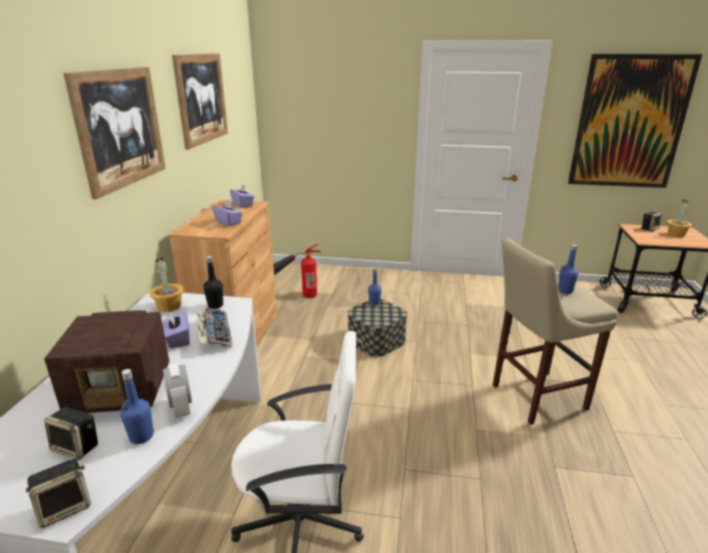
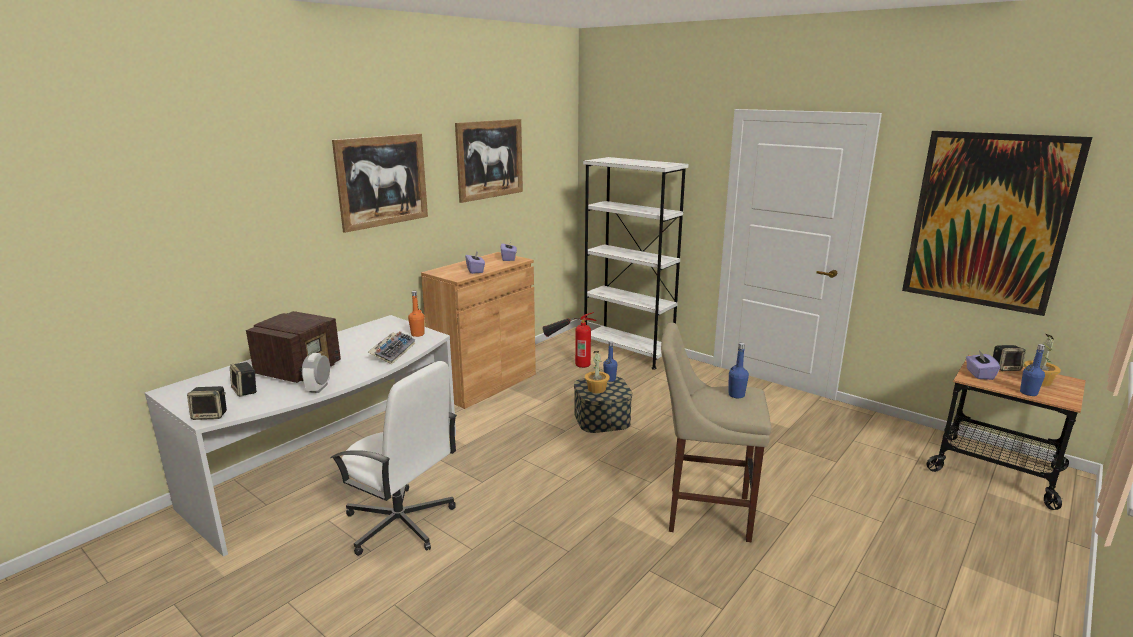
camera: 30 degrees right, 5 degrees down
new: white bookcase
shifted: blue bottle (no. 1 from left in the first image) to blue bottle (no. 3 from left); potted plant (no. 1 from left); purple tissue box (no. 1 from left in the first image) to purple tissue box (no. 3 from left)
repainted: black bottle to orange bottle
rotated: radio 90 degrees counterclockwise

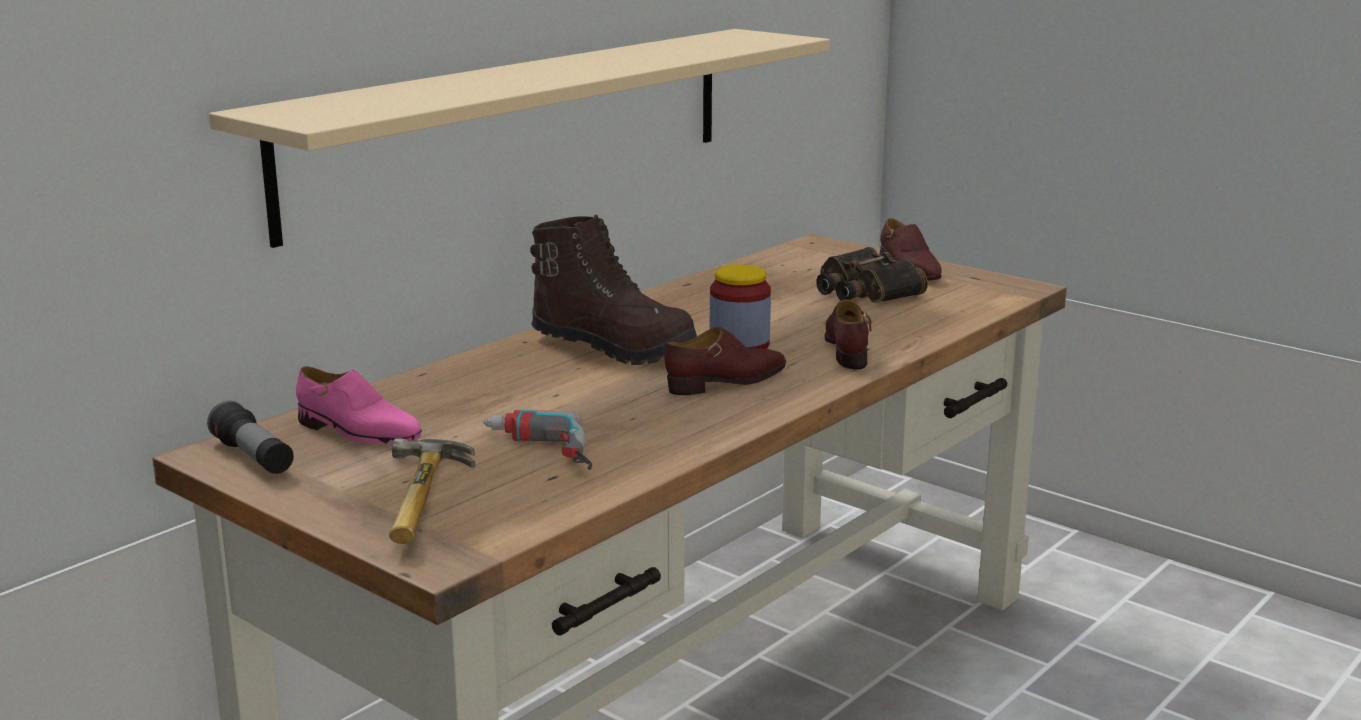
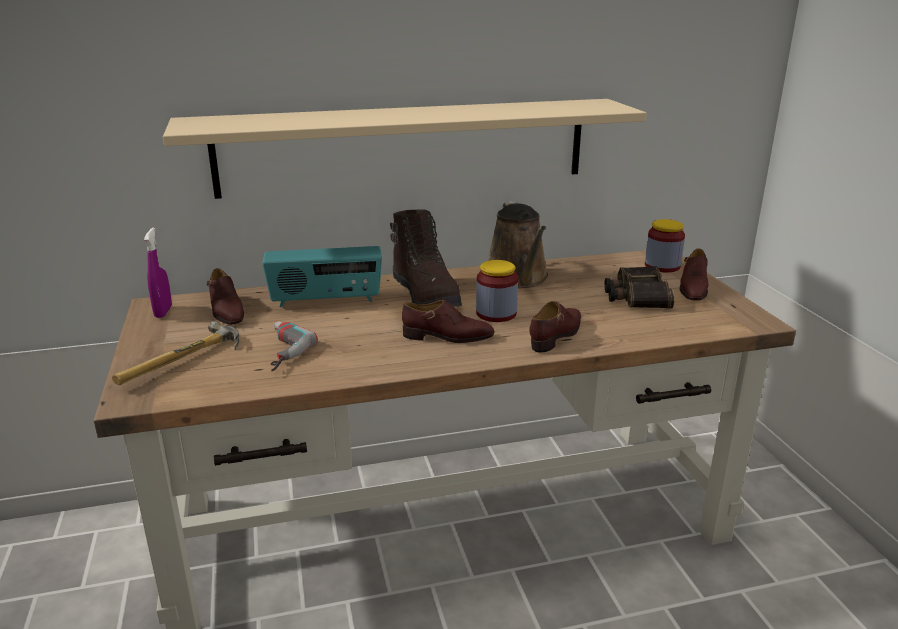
camera: 35 degrees right, 5 degrees up
new: radio; brown watering can; jar (no. 2 from left)
swapped: flashlight to purple spray bottle
repainted: pink shoe to brown shoe (no. 1 from left)

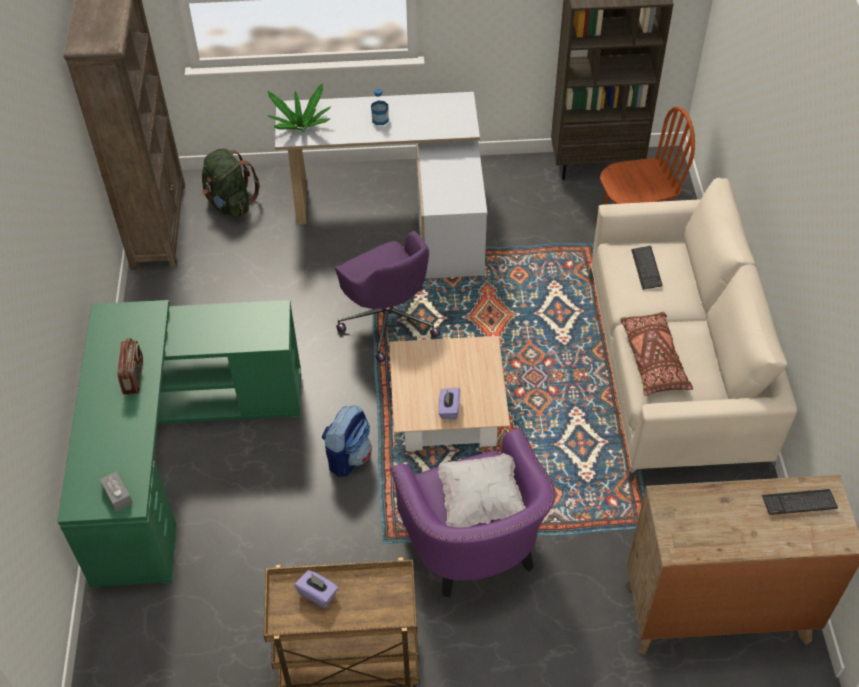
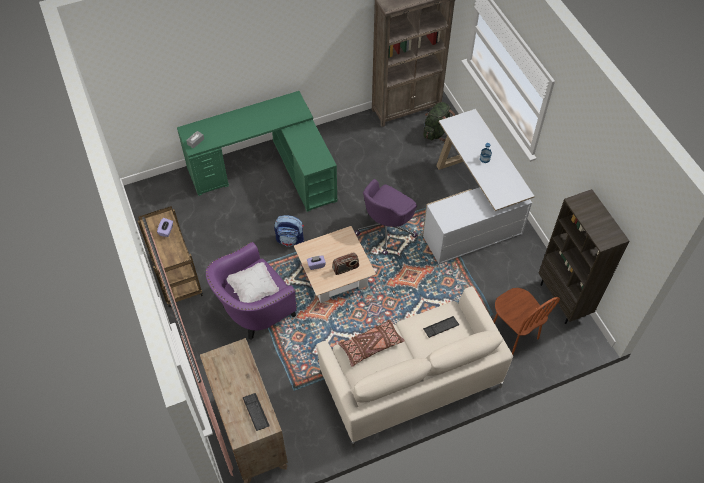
camera: 70 degrees right, 5 degrees up
gone: potted plant
shifted: radio

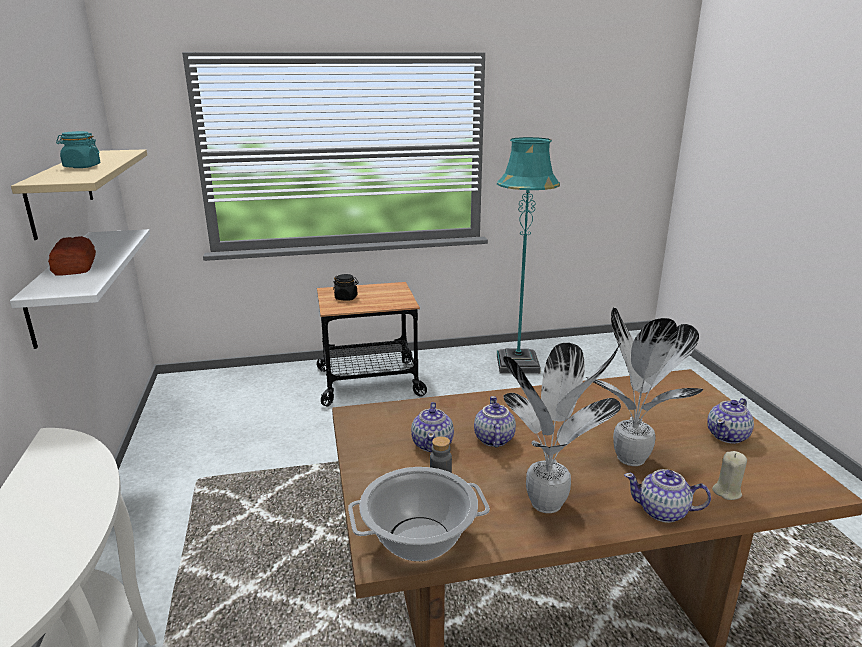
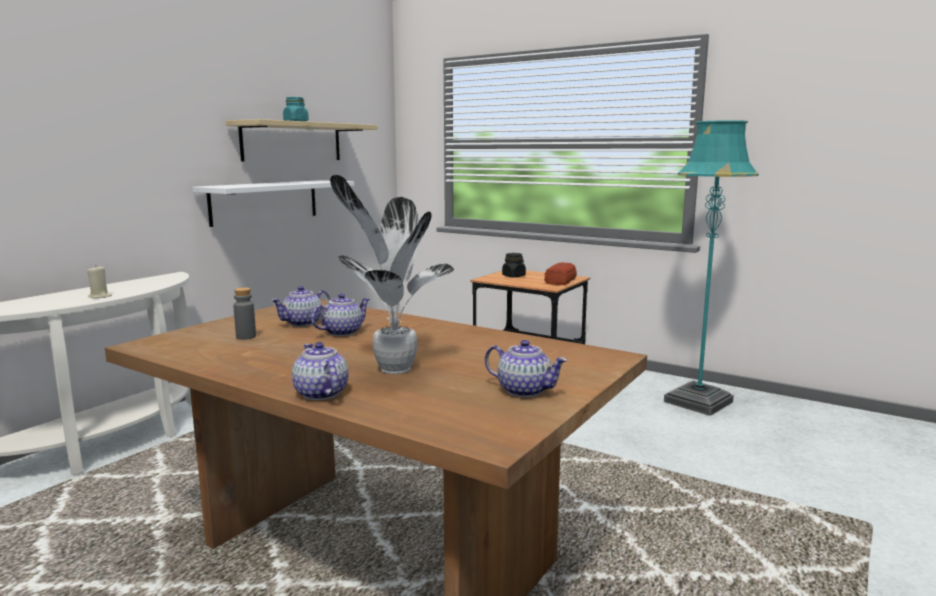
camera: 45 degrees right, 10 degrees down
gone: cooking pot; potted plant (no. 1 from left)
shifted: bread; beige candle
rotated: teapot (no. 4 from left) 150 degrees counterclockwise

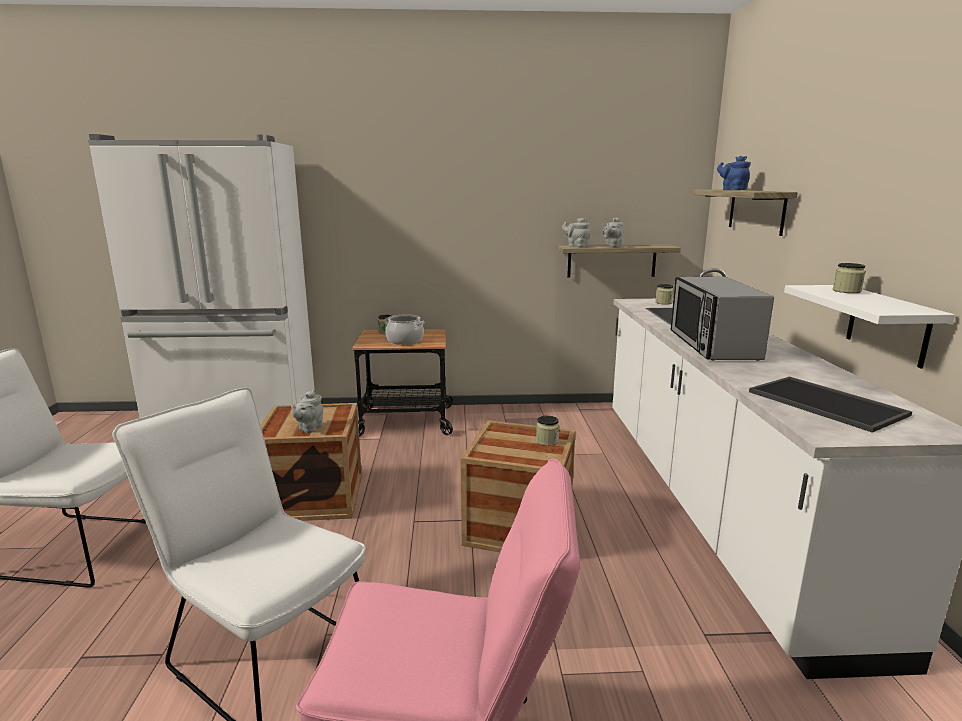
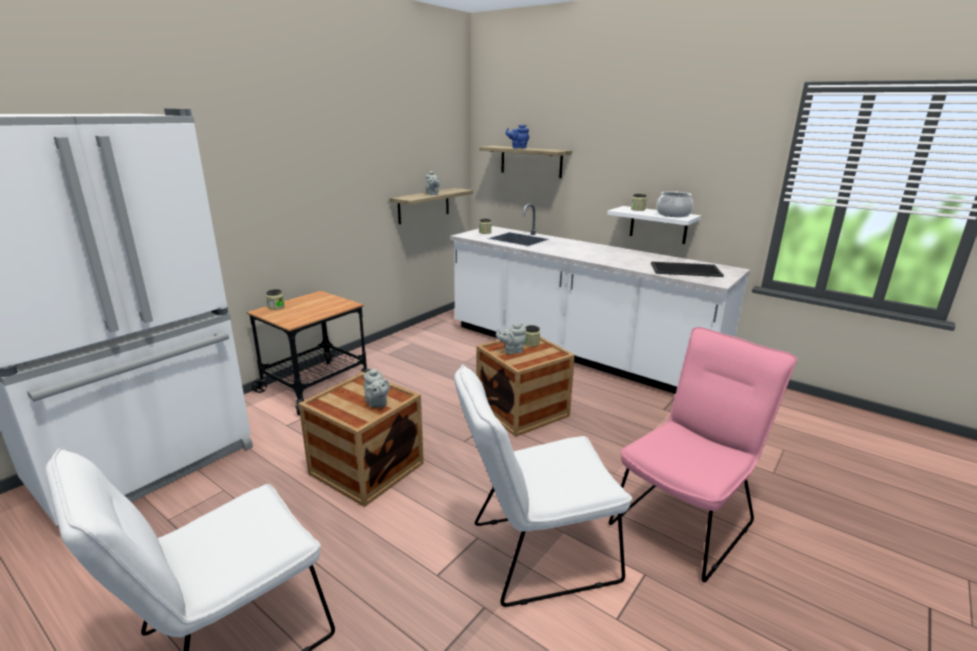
camera: 50 degrees left, 5 degrees up
gone: microwave
shifted: cooking pot; grey teapot (no. 2 from left in the first image) to grey teapot (no. 3 from left)

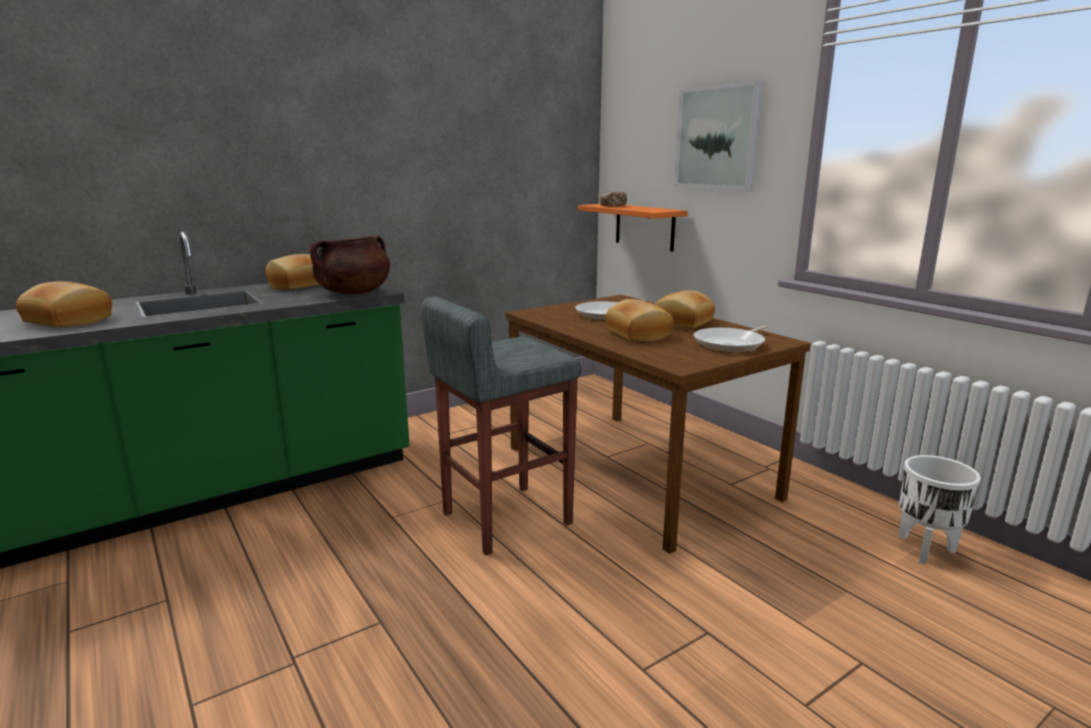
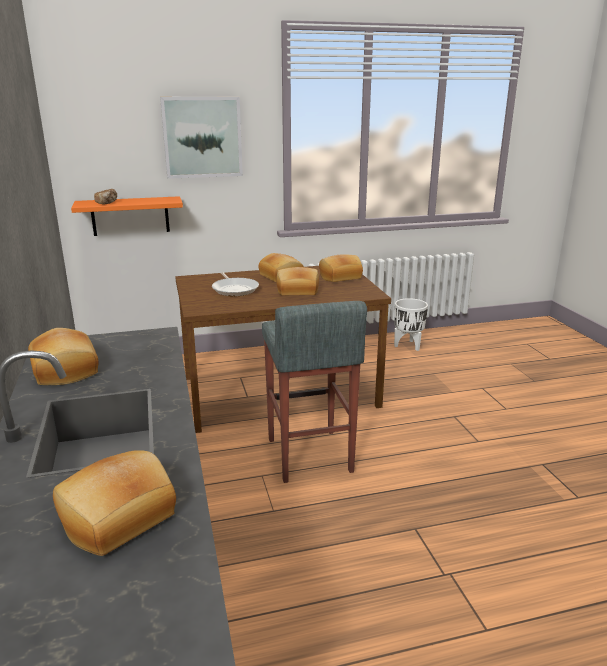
camera: 70 degrees left, 5 degrees up
gone: brown cooking pot
swapped: frying pan (no. 2 from left) to bread (no. 6 from left)

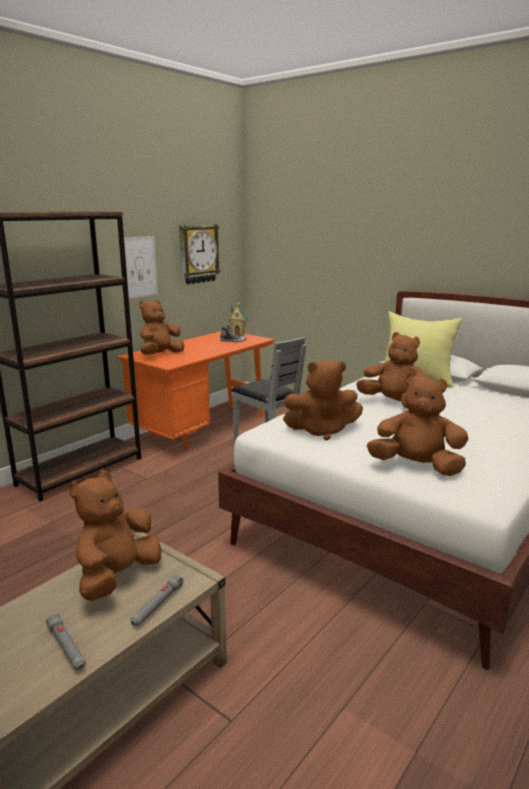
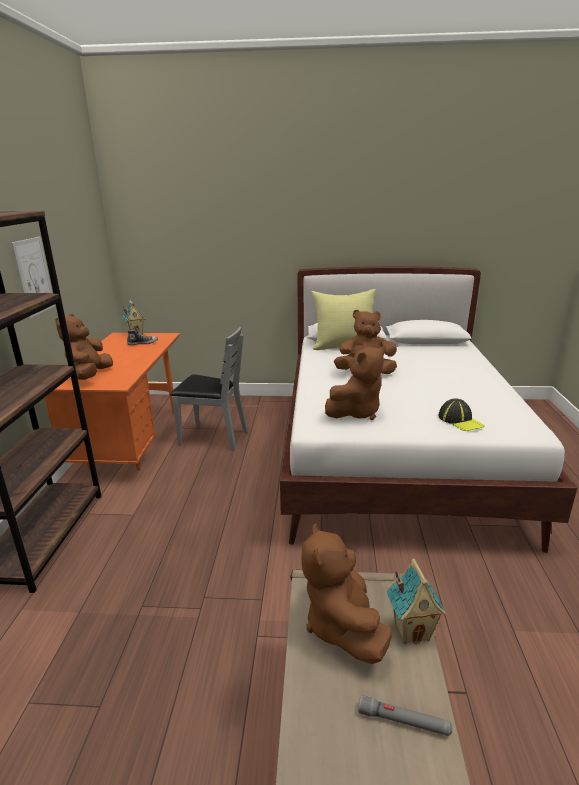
camera: 35 degrees left, 5 degrees up
gone: wall clock
swapped: grey flashlight (no. 2 from left) to toy house (no. 2 from left); brown plush toy (no. 5 from left) to cap

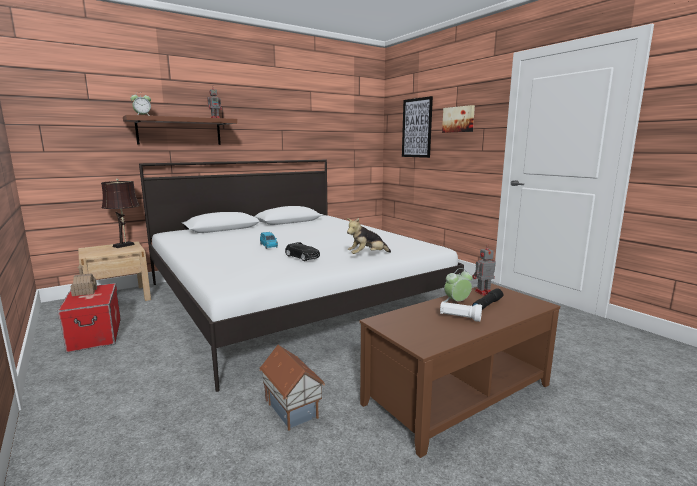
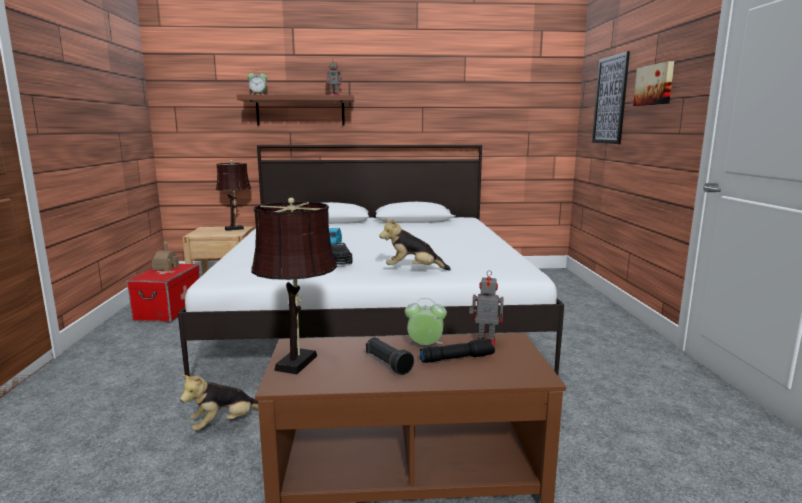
camera: 30 degrees right, 0 degrees up
new: brown table lamp (no. 2 from left)
swapped: toy house (no. 2 from left) to plush toy (no. 1 from left)
repainted: white flashlight to black flashlight (no. 1 from left)

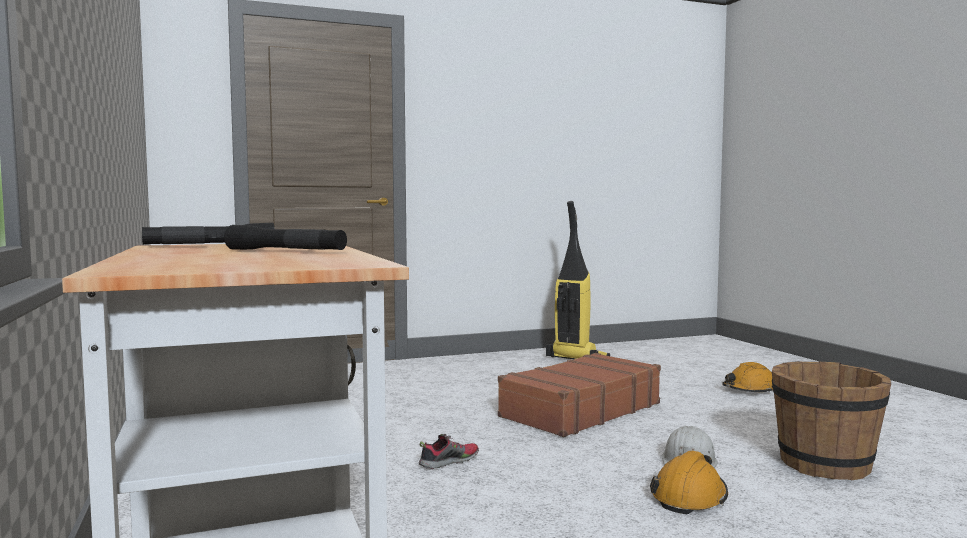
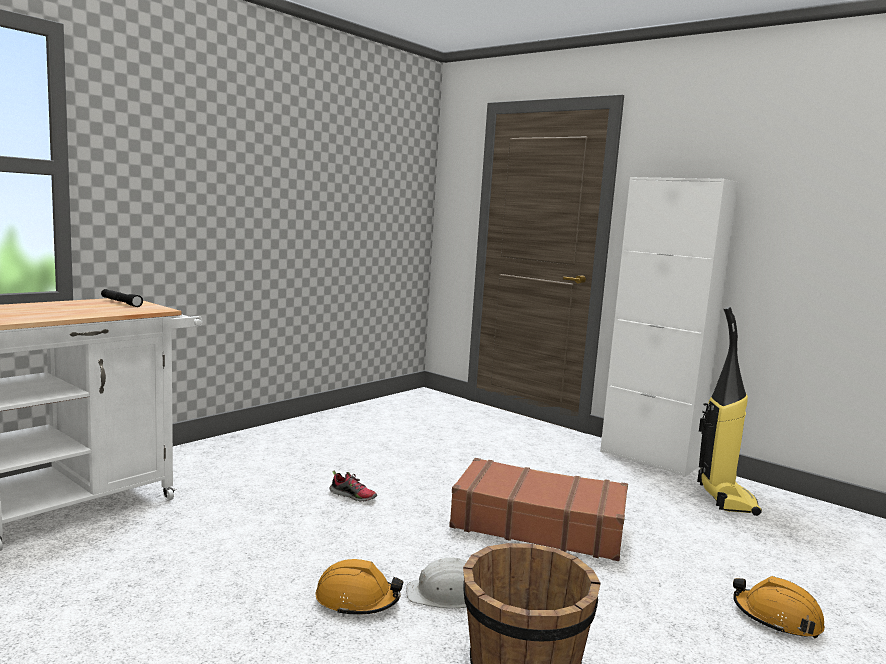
camera: 60 degrees right, 5 degrees up
gone: black flashlight (no. 2 from left)
new: white cabinet

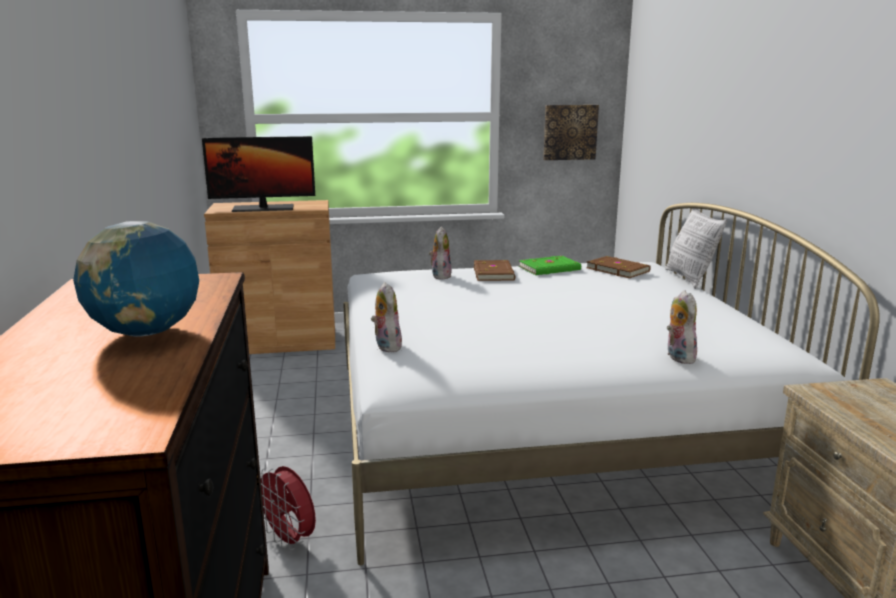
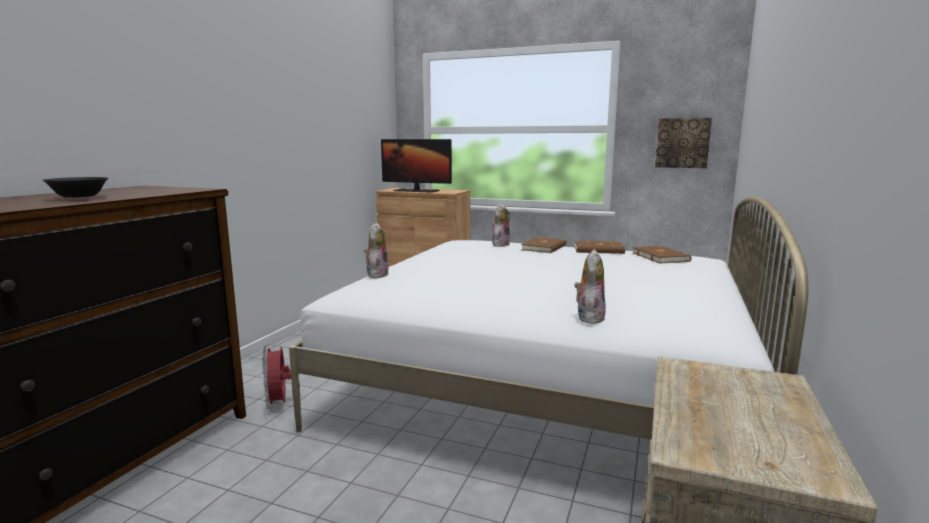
camera: 30 degrees right, 5 degrees down
gone: pillow
swapped: globe to black bowl
repainted: green book to brown book (no. 2 from left)

